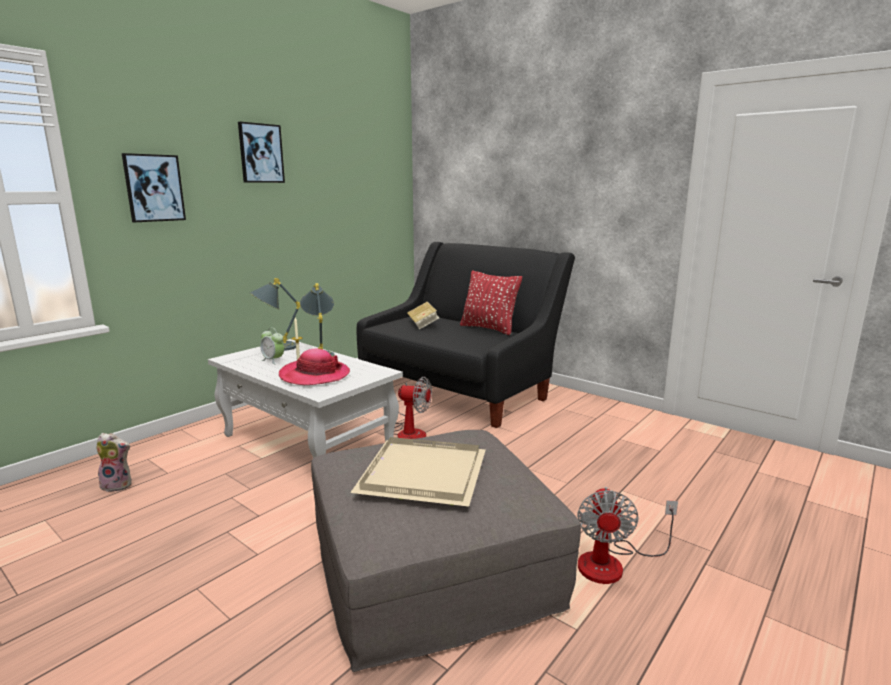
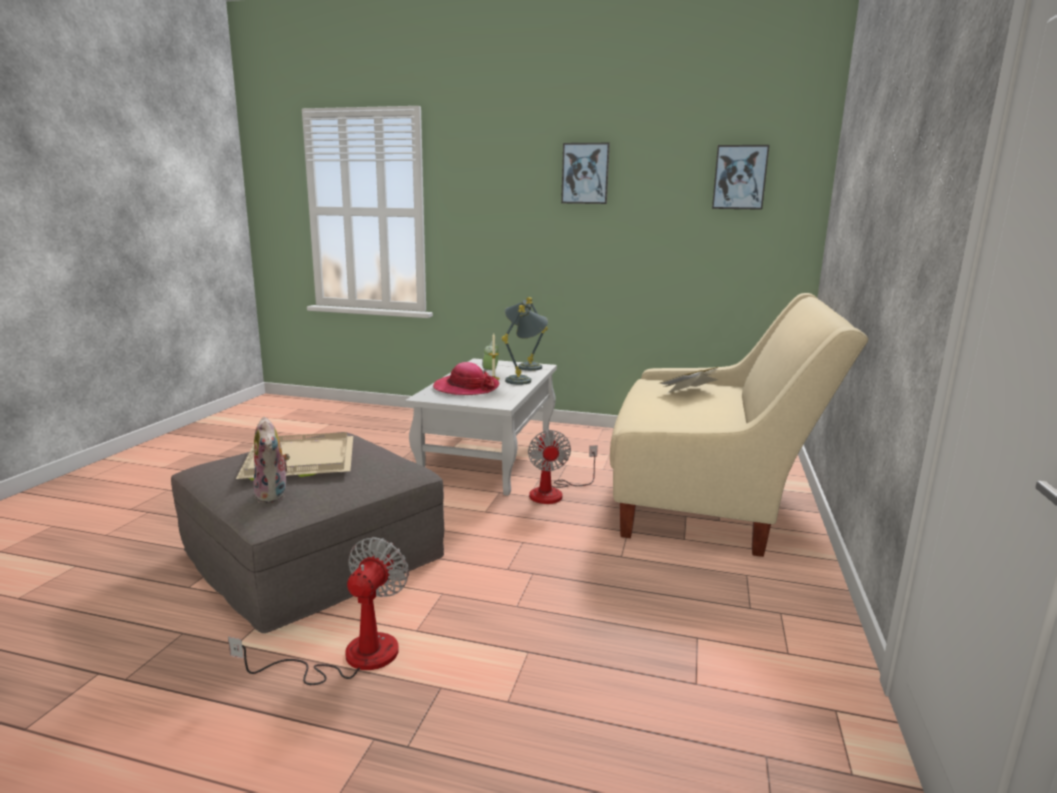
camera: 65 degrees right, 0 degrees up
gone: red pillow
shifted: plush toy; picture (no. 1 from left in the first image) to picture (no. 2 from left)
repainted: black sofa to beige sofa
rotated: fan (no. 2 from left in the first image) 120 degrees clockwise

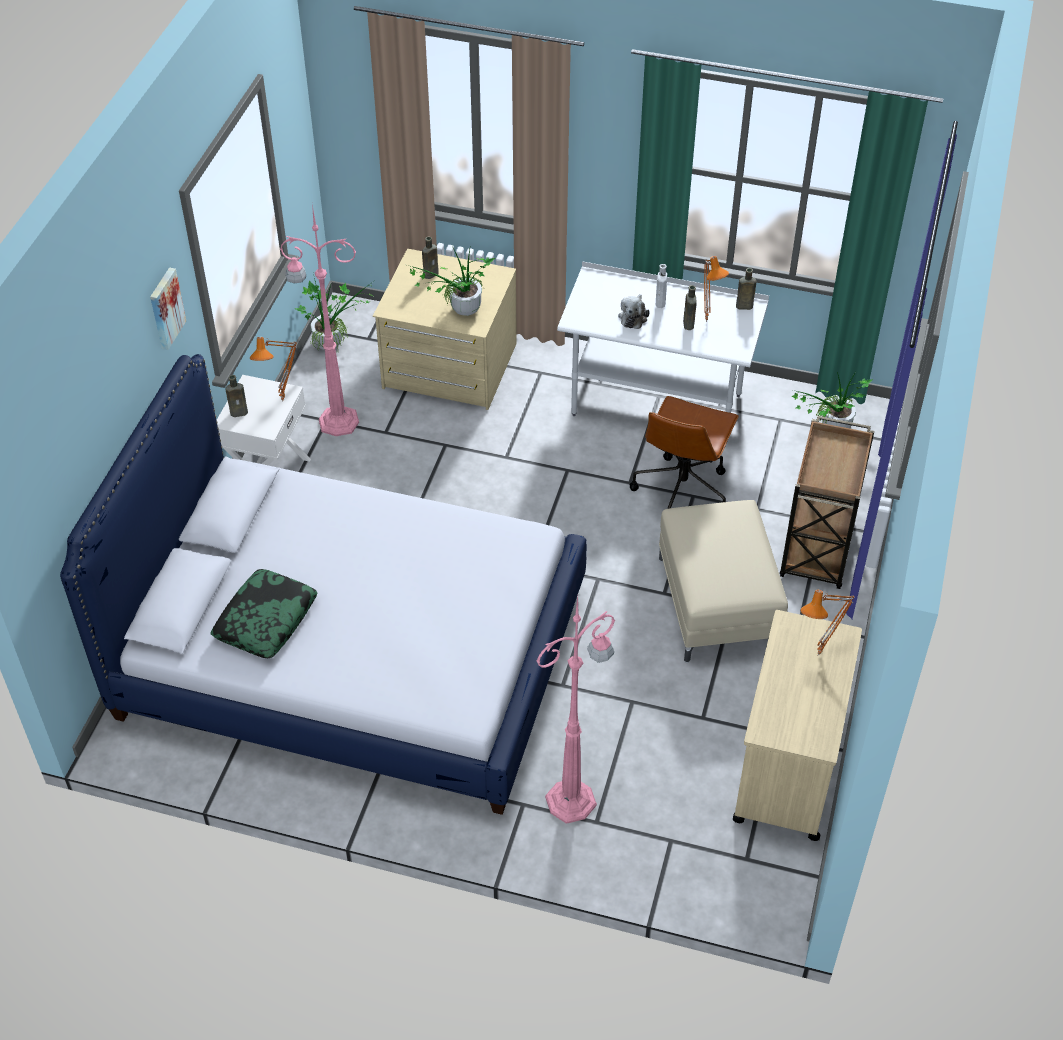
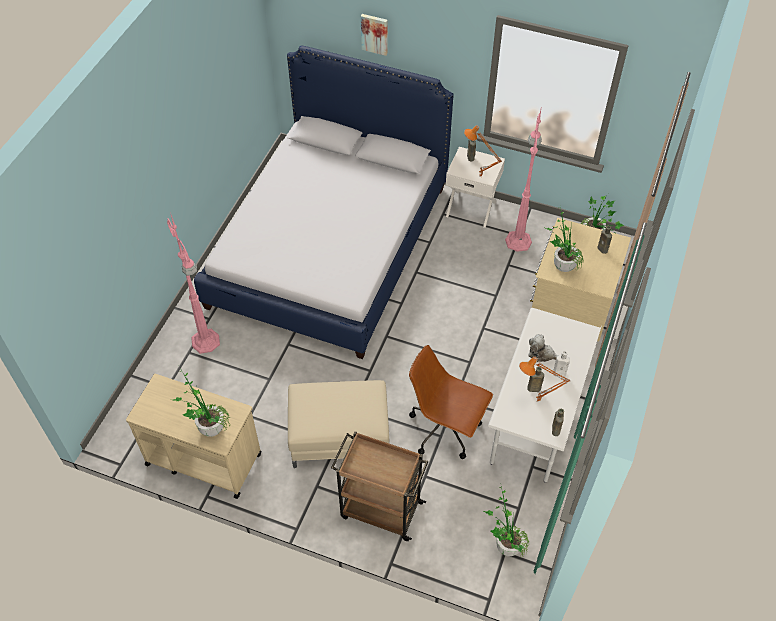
camera: 95 degrees right, 5 degrees up
gone: pillow
shifted: picture
swapped: orange table lamp (no. 3 from left) to potted plant (no. 1 from left)

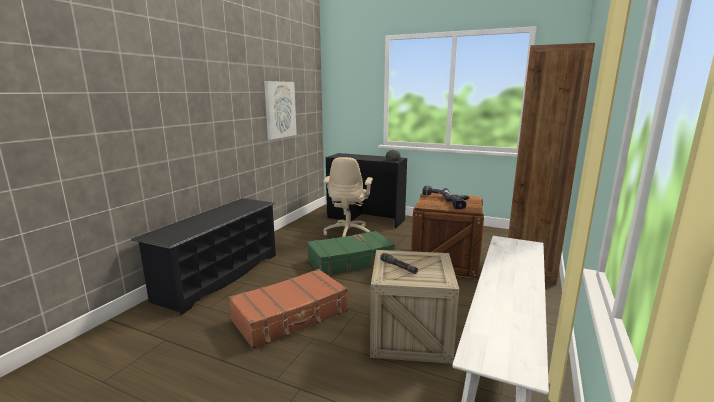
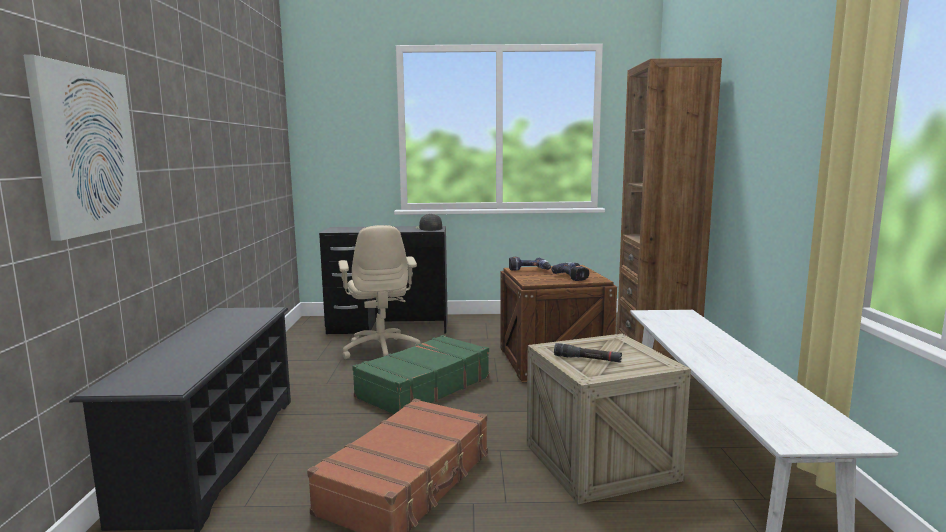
camera: 25 degrees left, 5 degrees down
shifted: picture

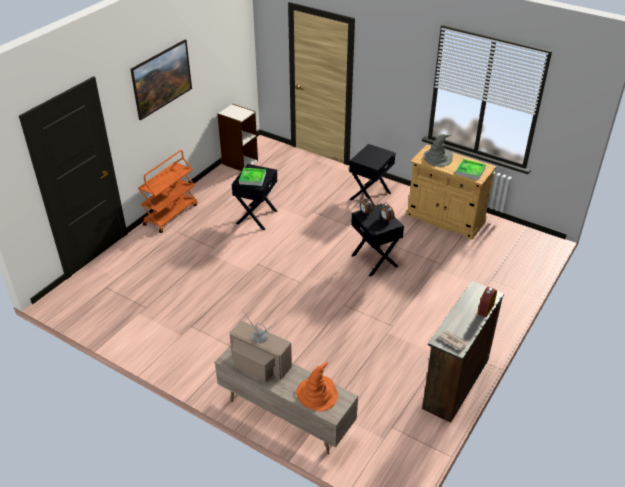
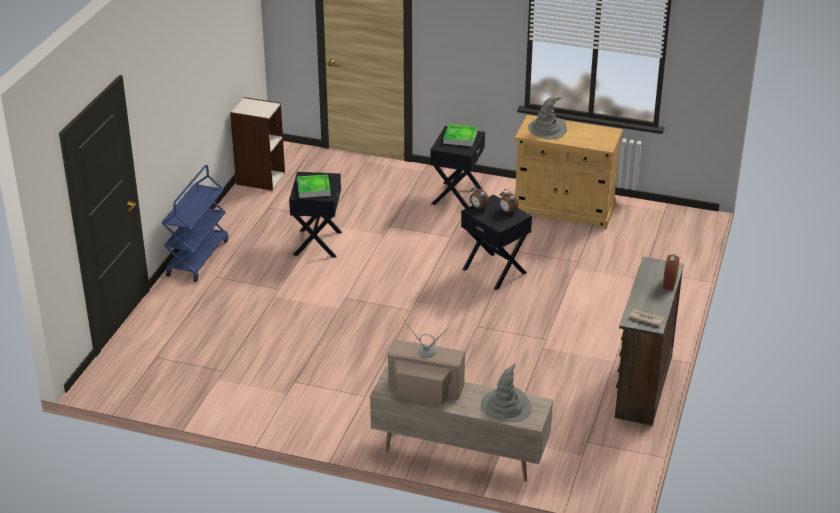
camera: 15 degrees left, 5 degrees down
gone: picture
shifted: tray (no. 2 from left)
repainted: orange cart to blue cart; orange hat to grey hat (no. 1 from left)

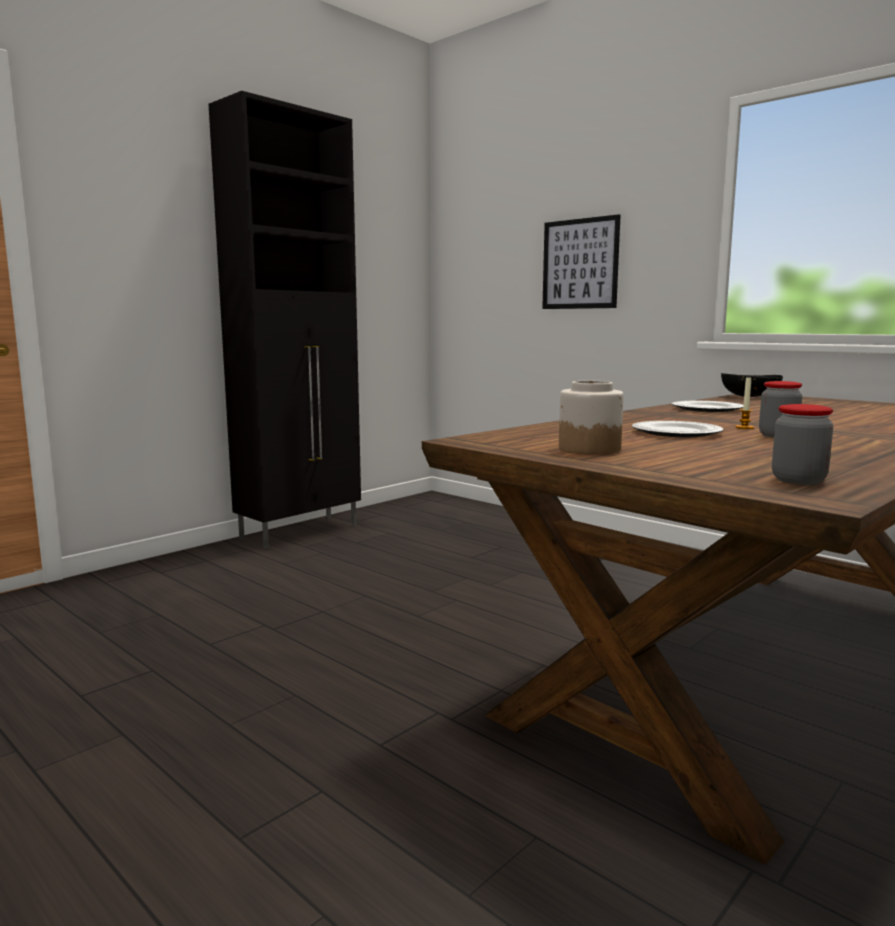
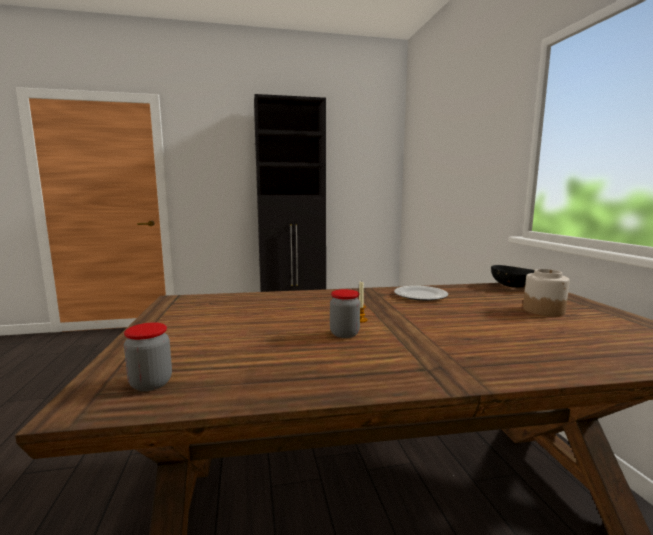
camera: 35 degrees right, 0 degrees up
gone: picture; plate (no. 1 from left)
shifted: jar (no. 1 from left in the first image) to jar (no. 3 from left)

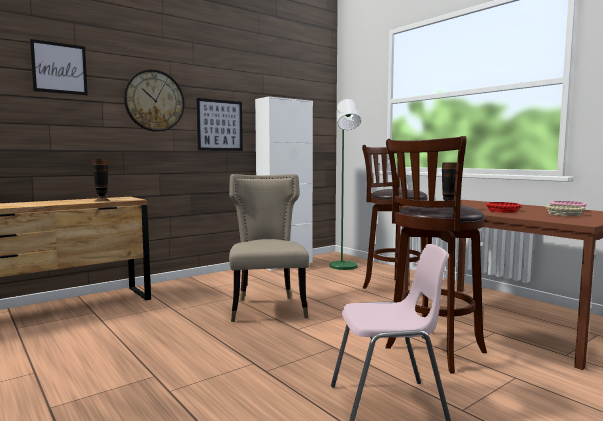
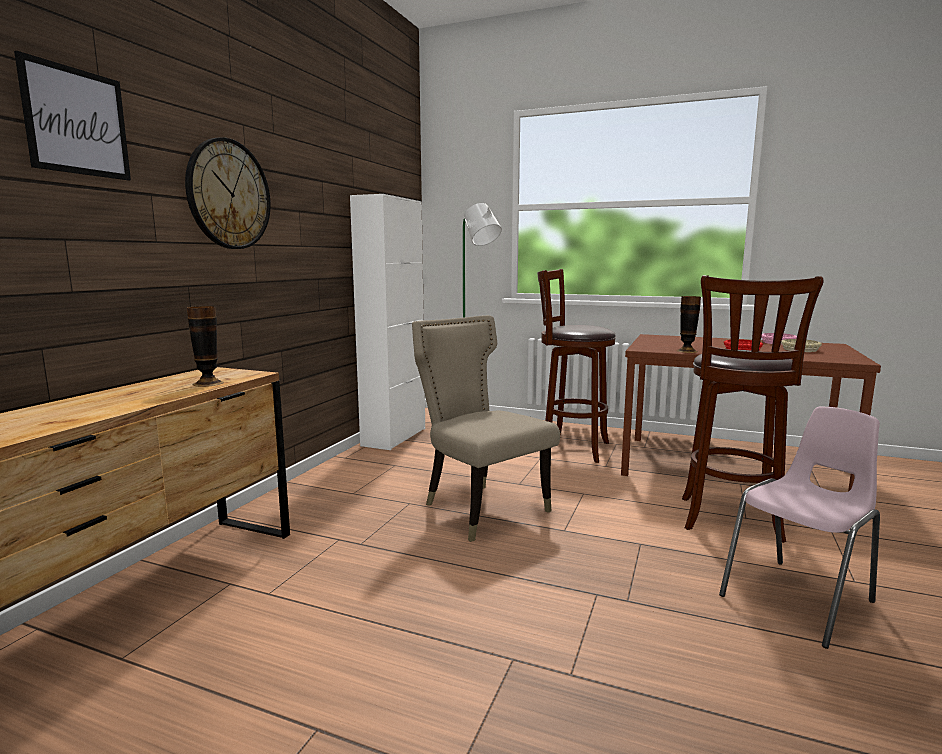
camera: 30 degrees left, 5 degrees up
gone: picture (no. 2 from left)

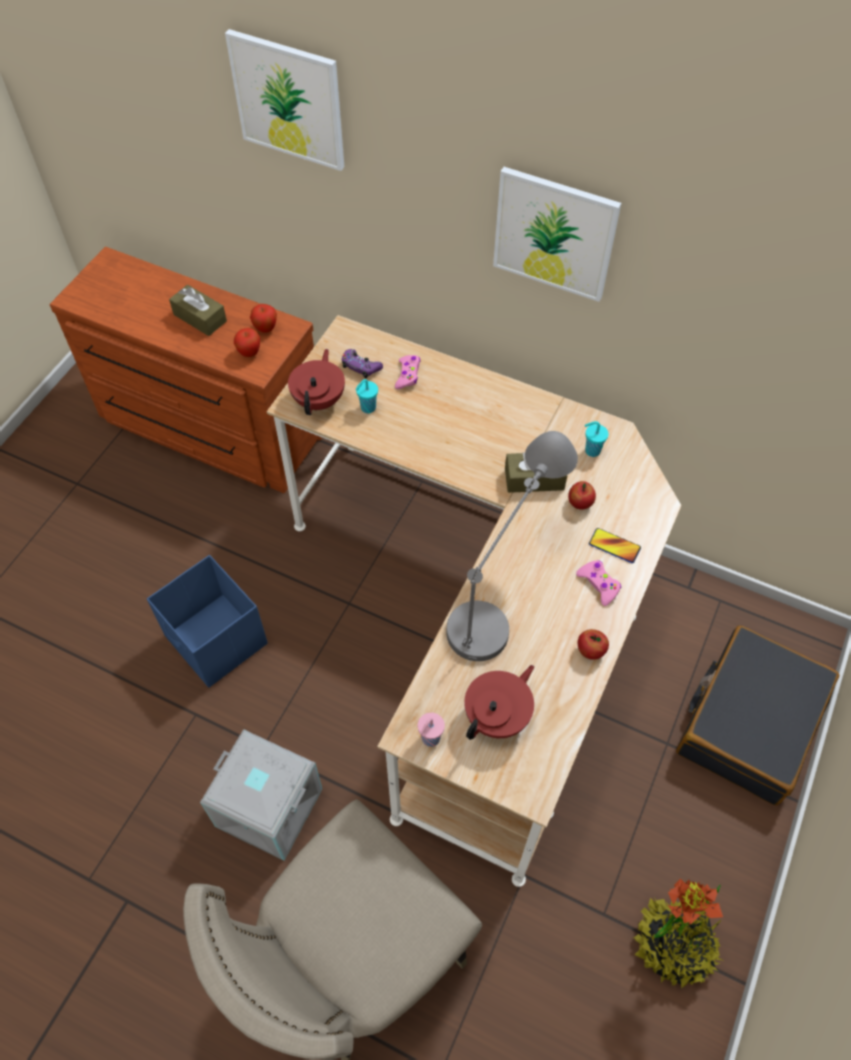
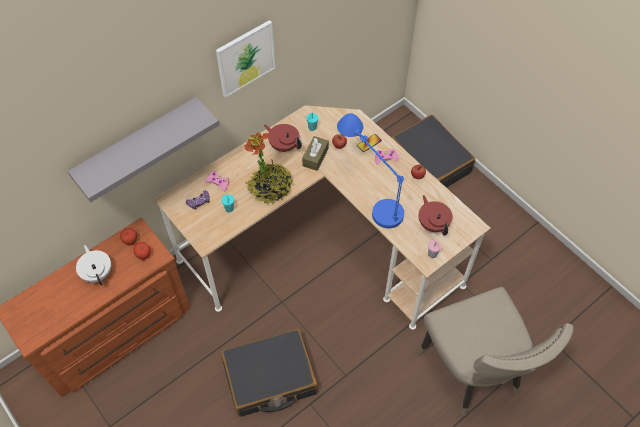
camera: 65 degrees left, 0 degrees up
gone: grey storage box; picture (no. 1 from left)
new: grey shelf
shifted: red teapot (no. 1 from left); potted plant
swapped: blue storage box to black suitcase (no. 1 from left); brown tissue box (no. 1 from left) to white teapot
repainted: grey table lamp to blue table lamp

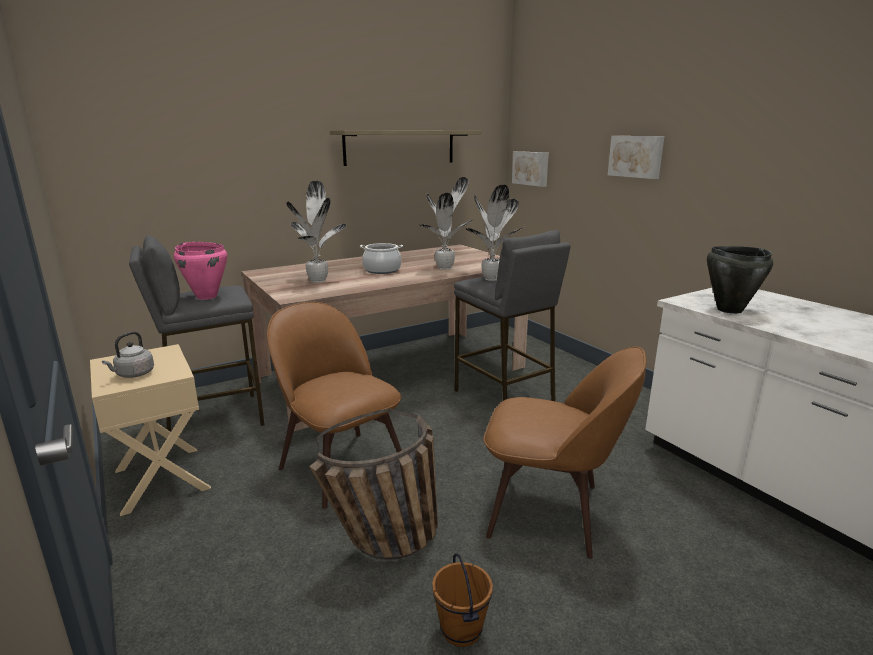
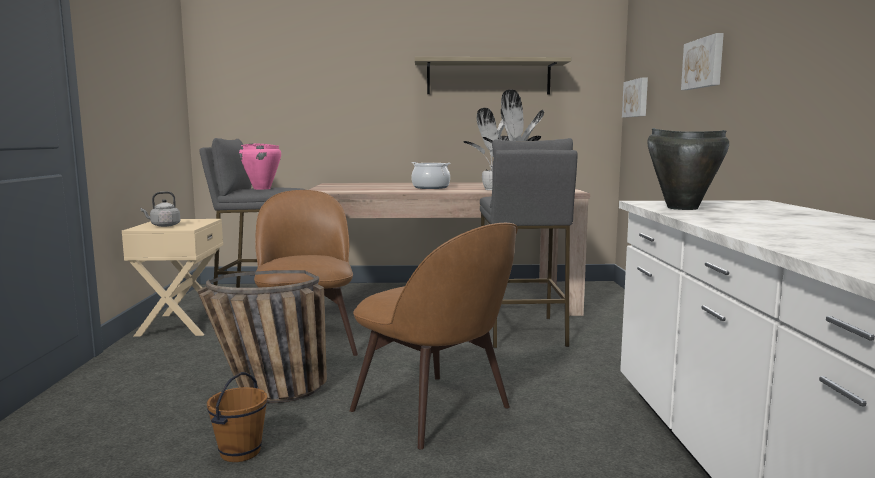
camera: 30 degrees right, 10 degrees down
gone: potted plant (no. 1 from left)

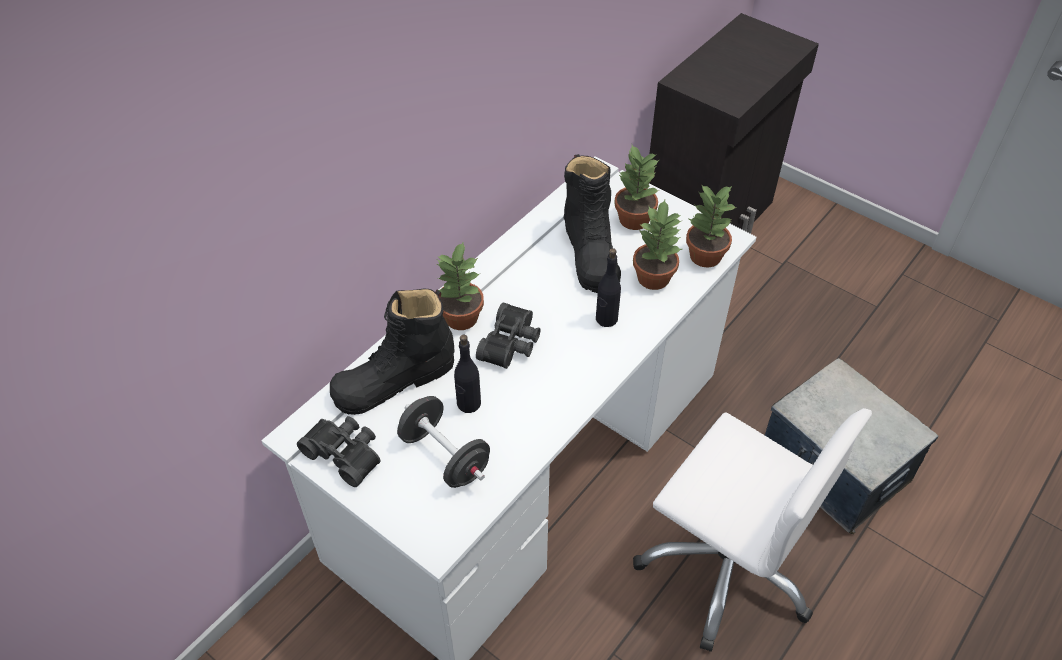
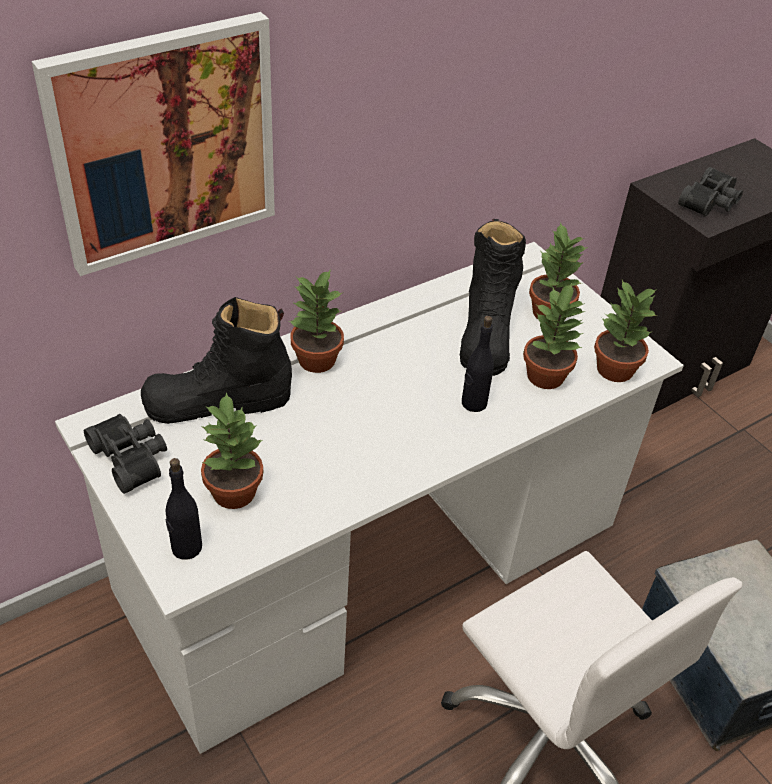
camera: 15 degrees right, 5 degrees down
new: picture
shifted: black bottle (no. 1 from left); black binoculars (no. 2 from left)
swapped: black dumbbell to potted plant (no. 1 from left)

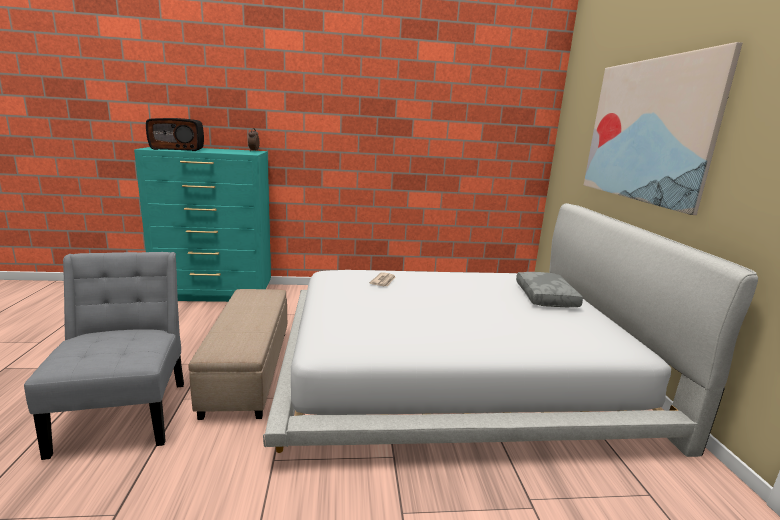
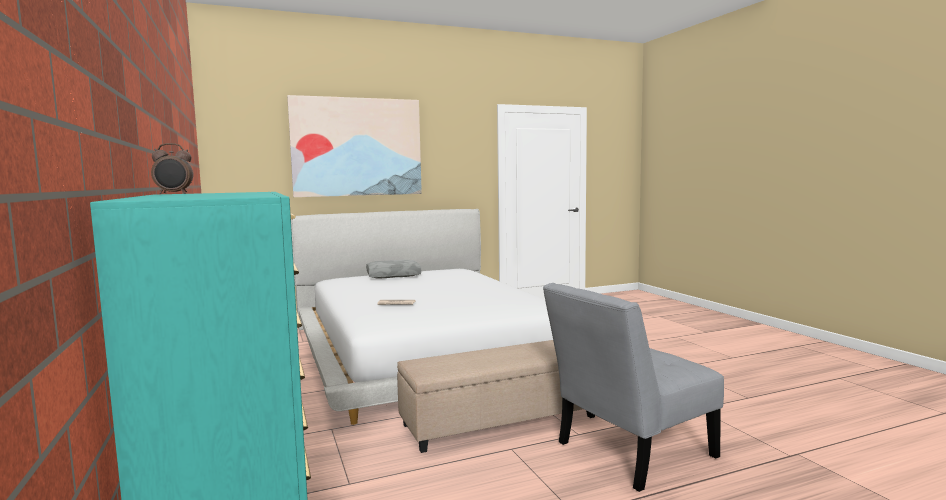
camera: 105 degrees left, 10 degrees down
gone: radio

